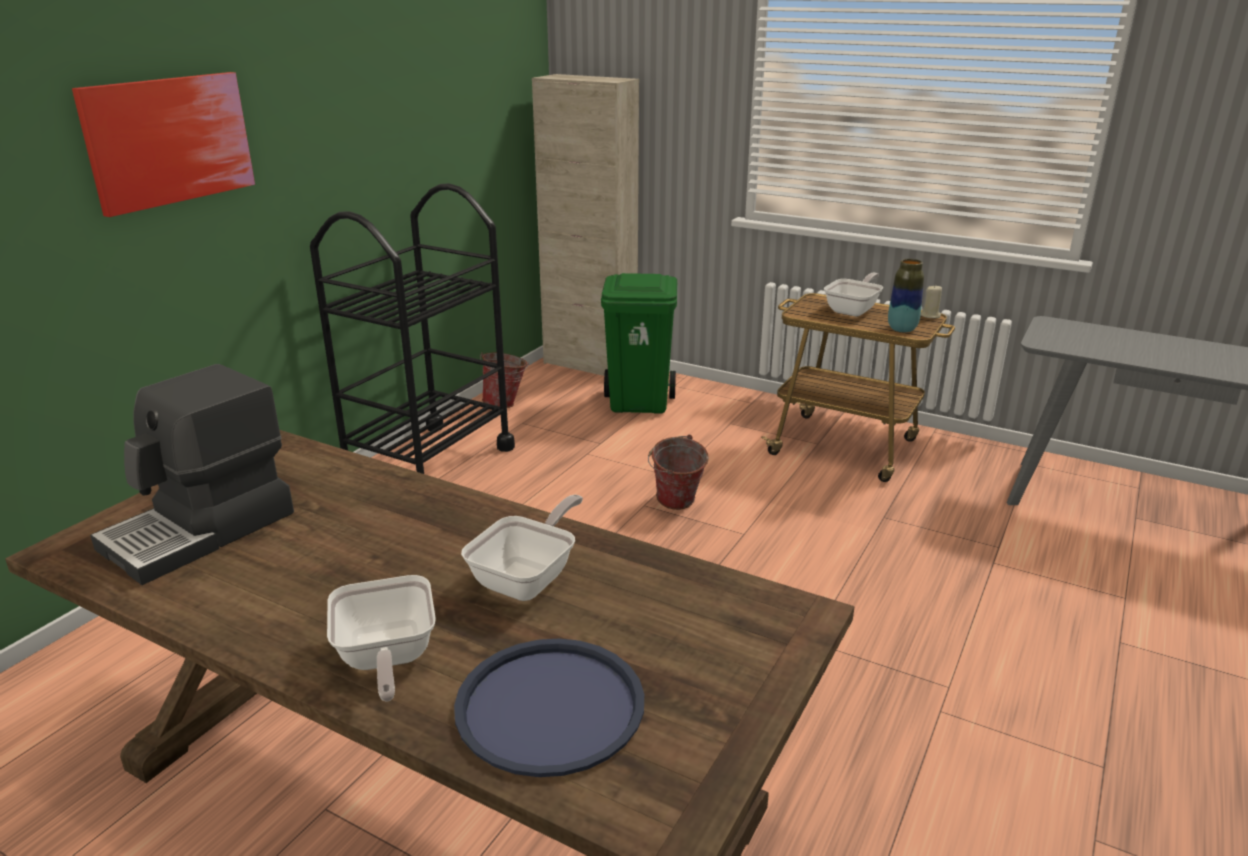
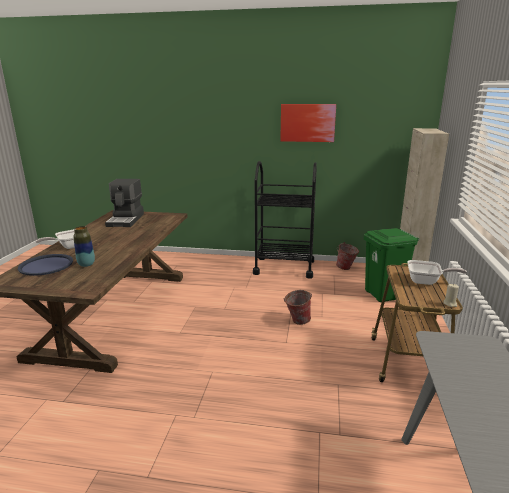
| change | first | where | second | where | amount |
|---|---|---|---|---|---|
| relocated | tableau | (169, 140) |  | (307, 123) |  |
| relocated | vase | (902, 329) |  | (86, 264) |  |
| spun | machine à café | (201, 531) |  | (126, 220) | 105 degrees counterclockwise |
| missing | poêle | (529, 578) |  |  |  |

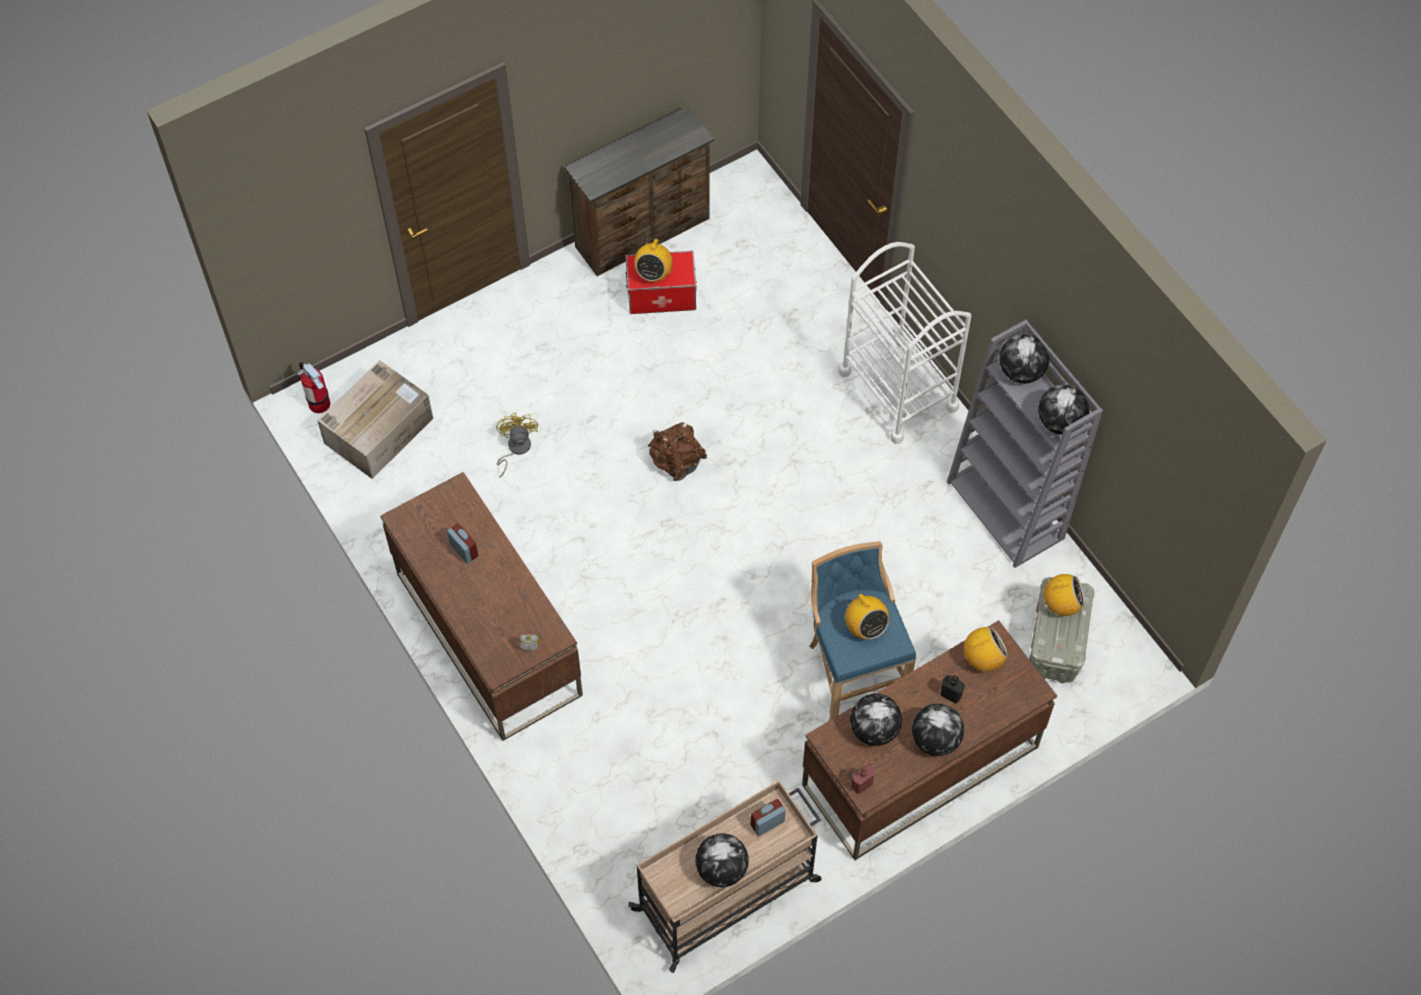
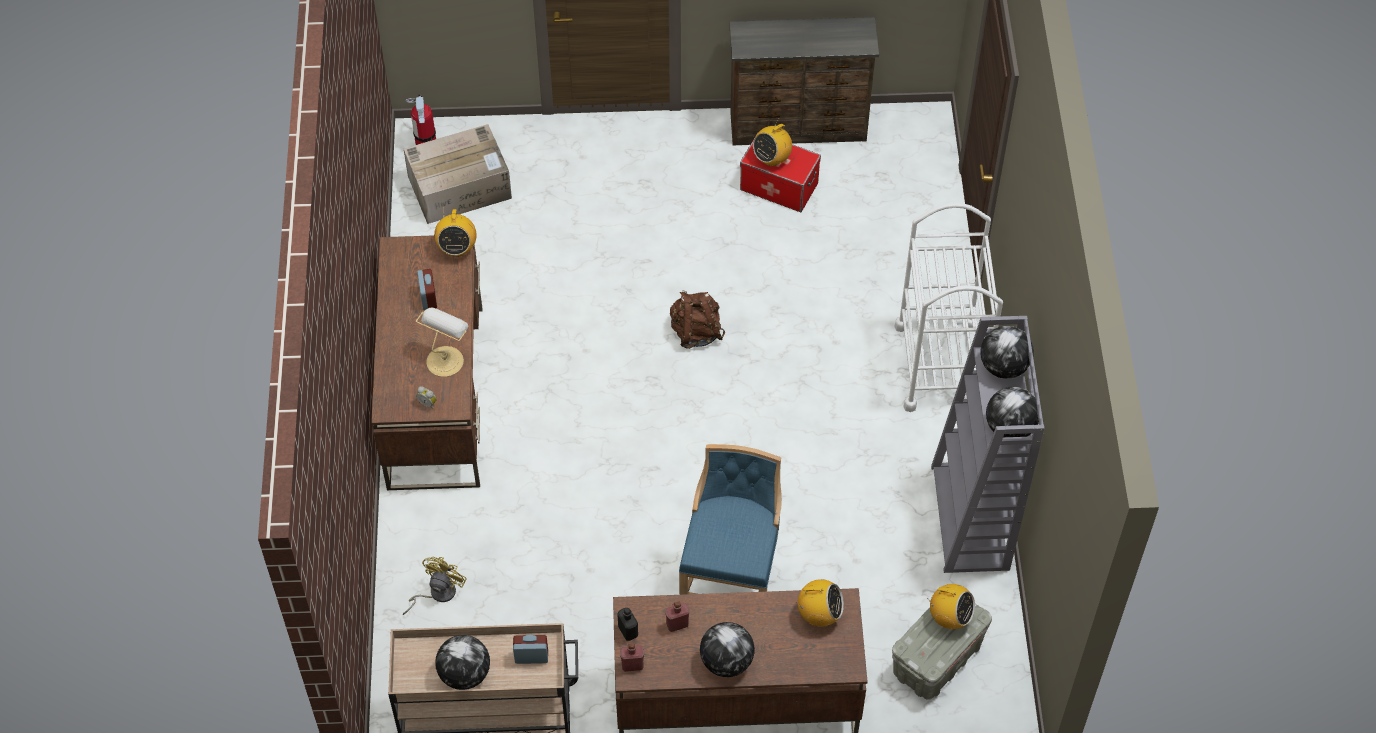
| change | first | where | second | where | amount |
|---|---|---|---|---|---|
| relocated | ventilateur/jaune | (515, 449) |  | (437, 593) |  |
| relocated | radio | (865, 627) |  | (457, 248) |  |
| relocated | bouteille/noir | (950, 695) |  | (628, 631) |  |
| exchanged | globe | (874, 729) | bouteille/rouge | (677, 624) |  |
| appeared |  |  | lampe de table | (446, 359) |  |

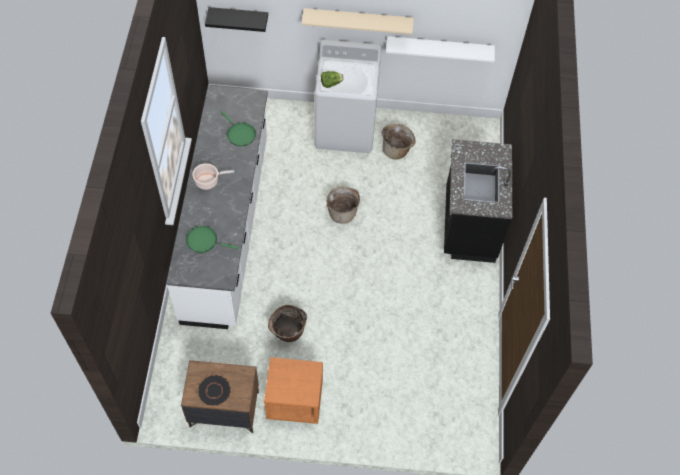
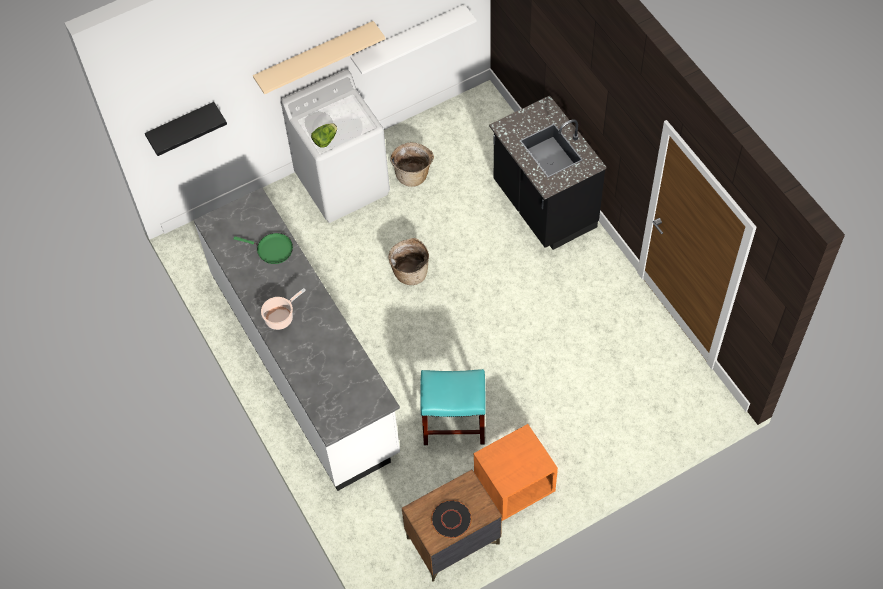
| change | first | where | second | where | amount |
|---|---|---|---|---|---|
| missing | poêle/vert | (204, 241) |  |  |  |
| exchanged | panier | (288, 332) | tabouret/turquoise | (453, 425) |  |

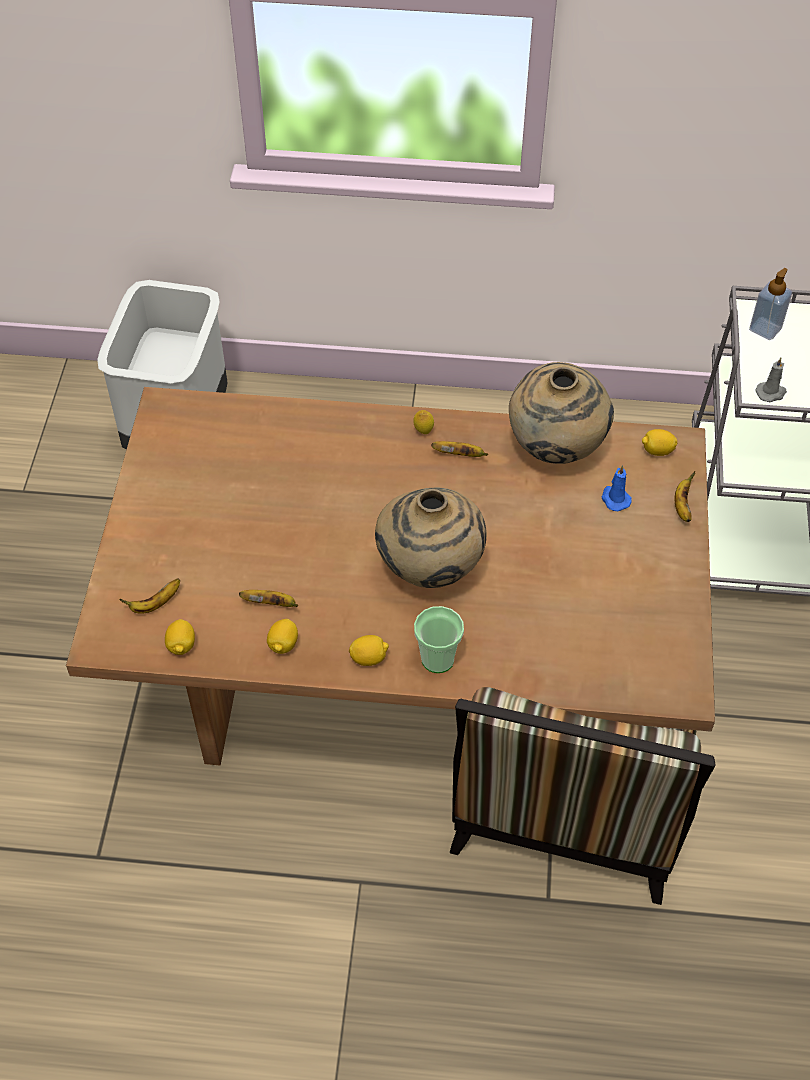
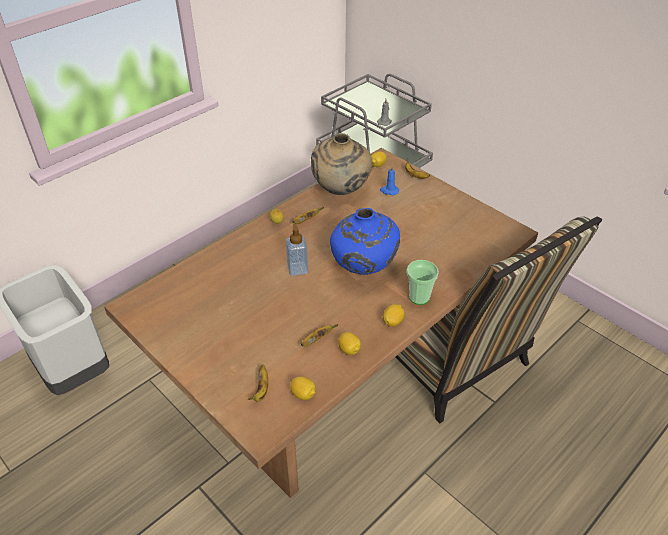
| change | first | where | second | where | amount |
|---|---|---|---|---|---|
| relocated | distributeur de savon | (765, 329) |  | (297, 269) |  |
| colour | vase/beige | (429, 571) | vase/bleu | (363, 269) |  |

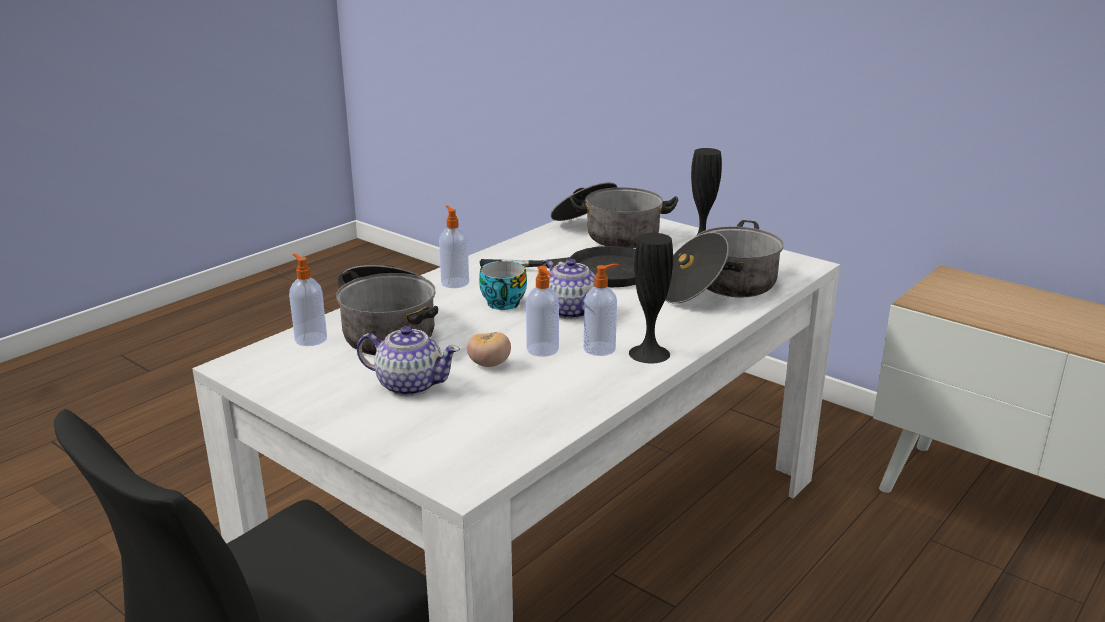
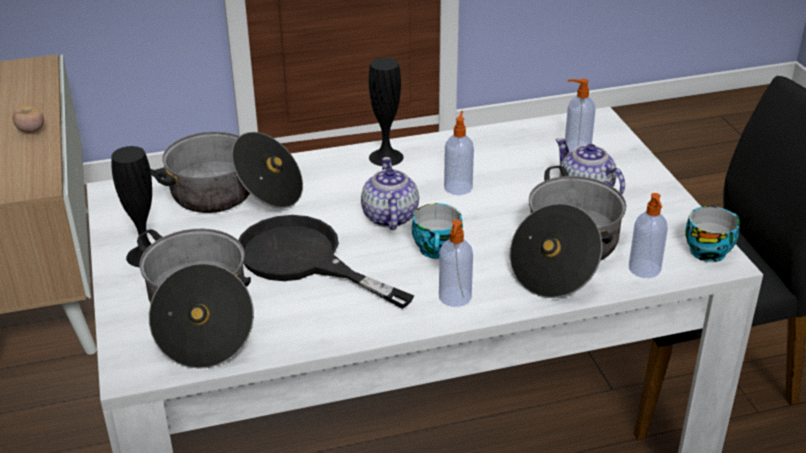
| change | first | where | second | where | amount |
|---|---|---|---|---|---|
| relocated | distributeur de savon | (600, 348) |  | (576, 147) |  |
| relocated | tomate | (489, 364) |  | (31, 130) |  |
| appeared |  |  | tasse | (708, 250) |  |

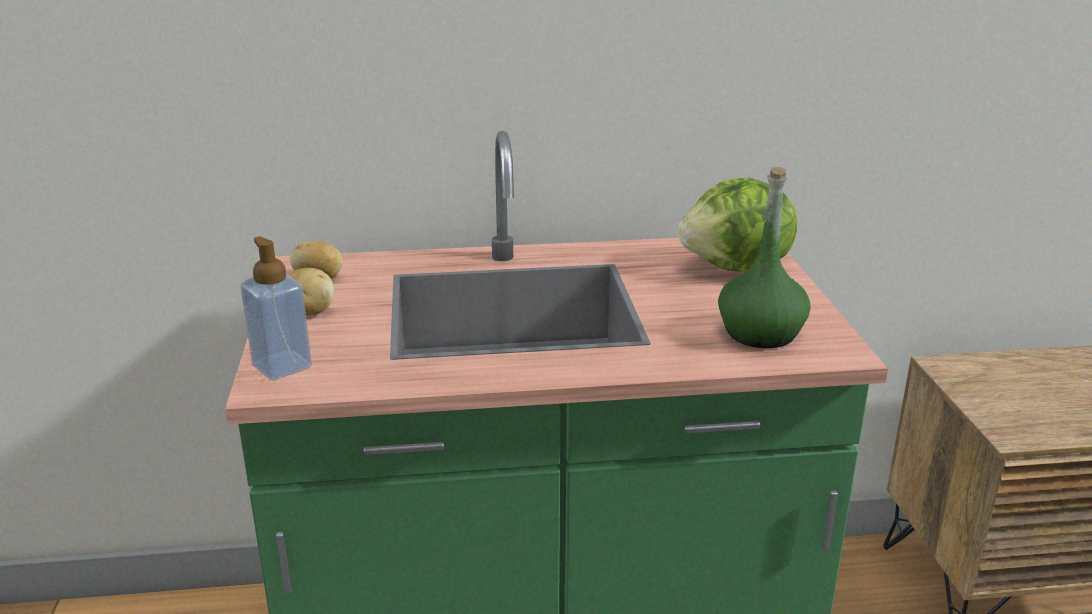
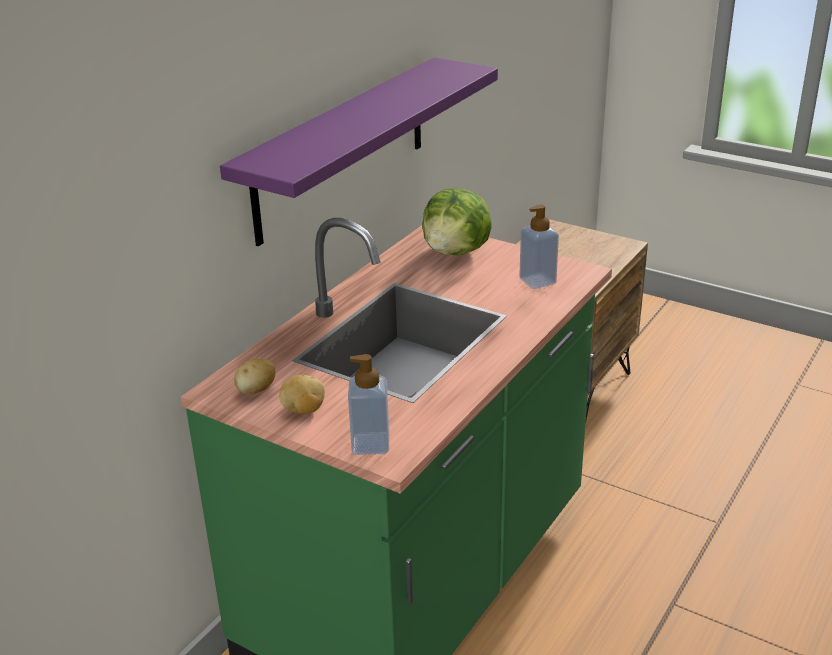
| change | first | where | second | where | amount |
|---|---|---|---|---|---|
| exchanged | bouteille/vert | (761, 333) | distributeur de savon | (537, 281) |  |
| appeared |  |  | étagère/violet | (342, 149) |  |

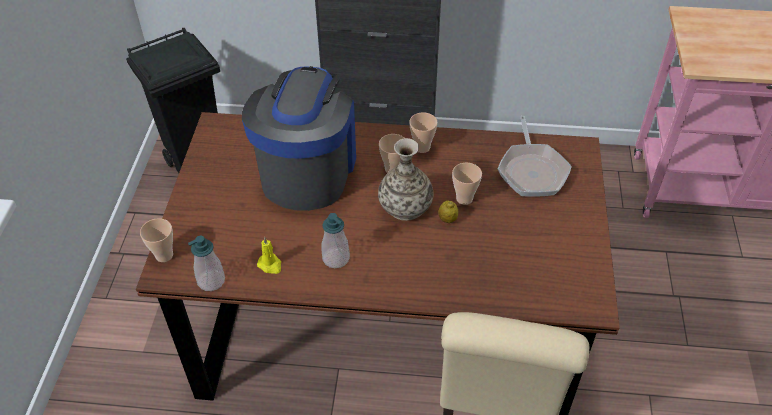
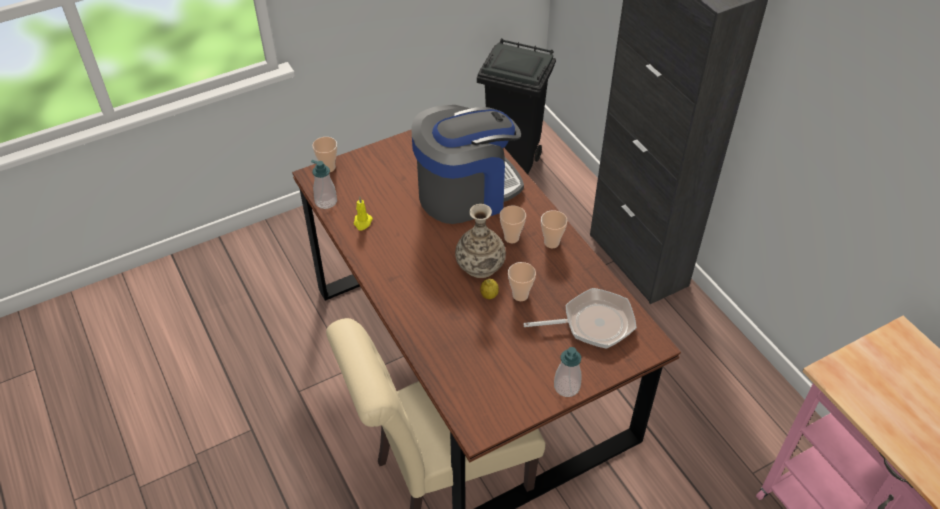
| change | first | where | second | where | amount |
|---|---|---|---|---|---|
| spun | poêle | (532, 170) |  | (592, 323) | 150 degrees counterclockwise |
| relocated | distributeur de savon | (336, 258) |  | (566, 386) |  |

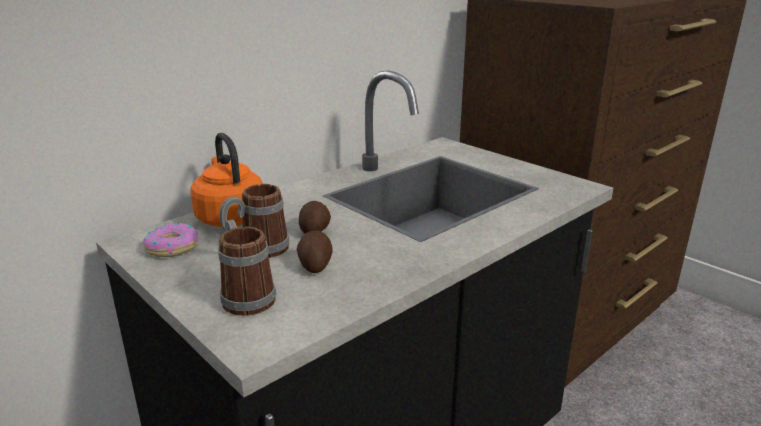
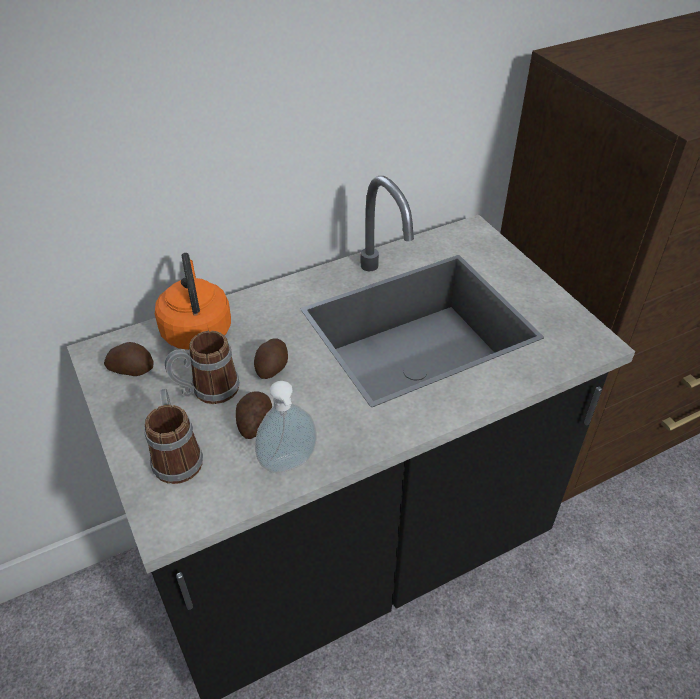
| change | first | where | second | where | amount |
|---|---|---|---|---|---|
| exchanged | beignet | (172, 247) | pomme de terre | (131, 369) |  |
| appeared |  |  | distributeur de savon | (289, 465) |  |

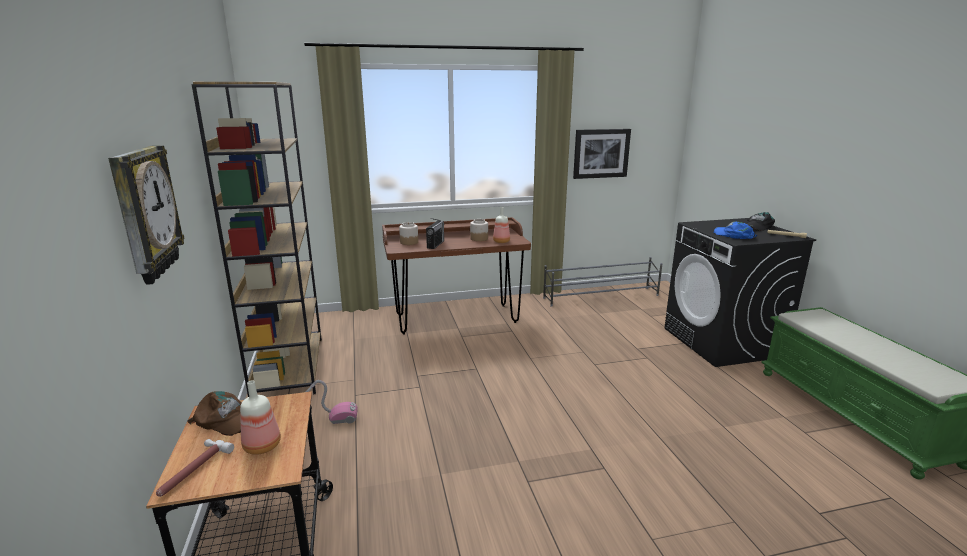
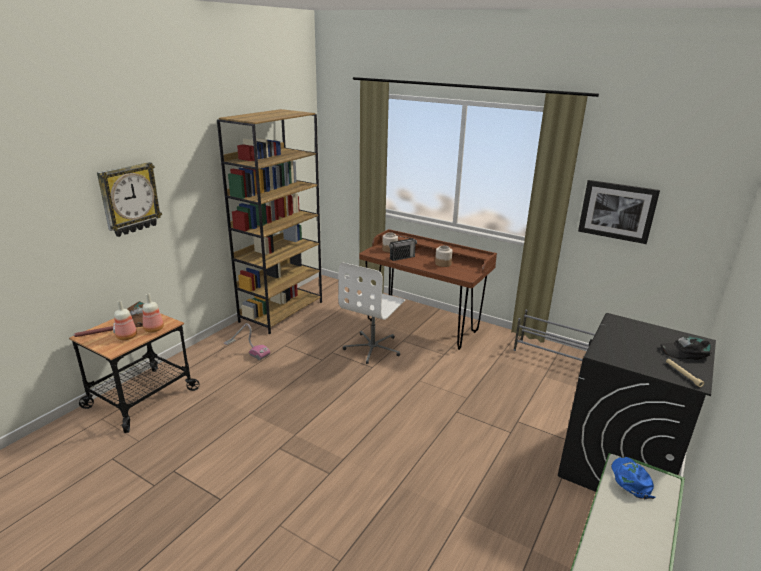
| change | first | where | second | where | amount |
|---|---|---|---|---|---|
| relocated | bouteille | (502, 242) |  | (154, 329) |  |
| relocated | casquette/bleu | (734, 235) |  | (631, 479) |  |
| appeared |  |  | chaise de bureau/blanc | (373, 348) |  |

